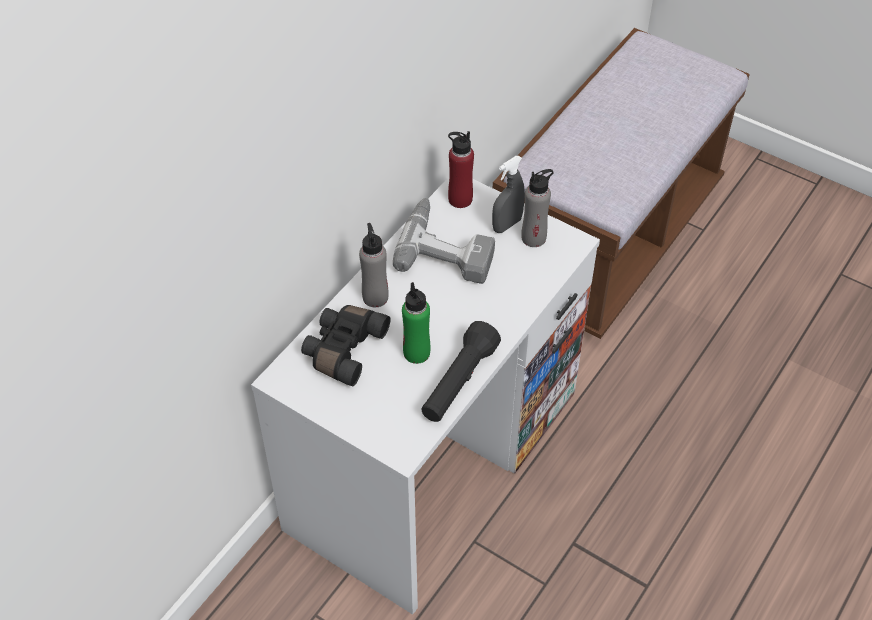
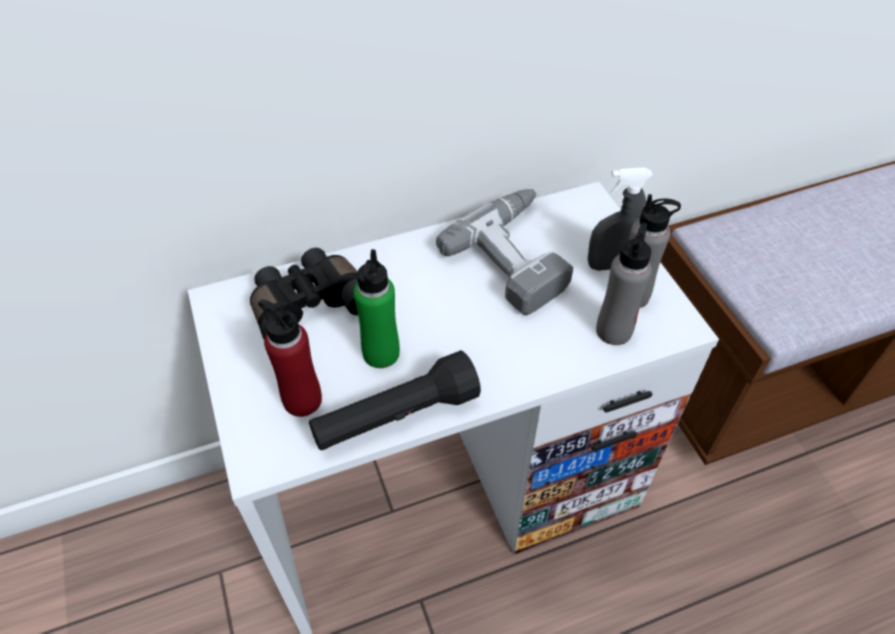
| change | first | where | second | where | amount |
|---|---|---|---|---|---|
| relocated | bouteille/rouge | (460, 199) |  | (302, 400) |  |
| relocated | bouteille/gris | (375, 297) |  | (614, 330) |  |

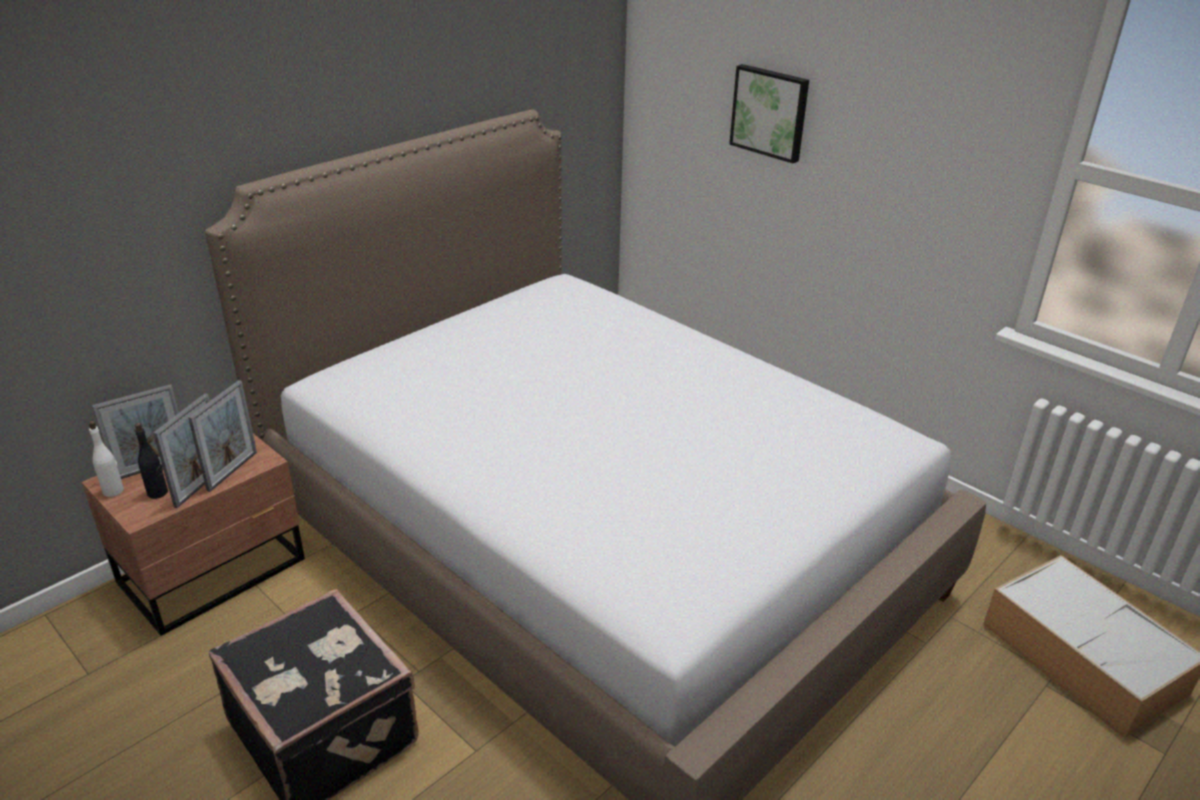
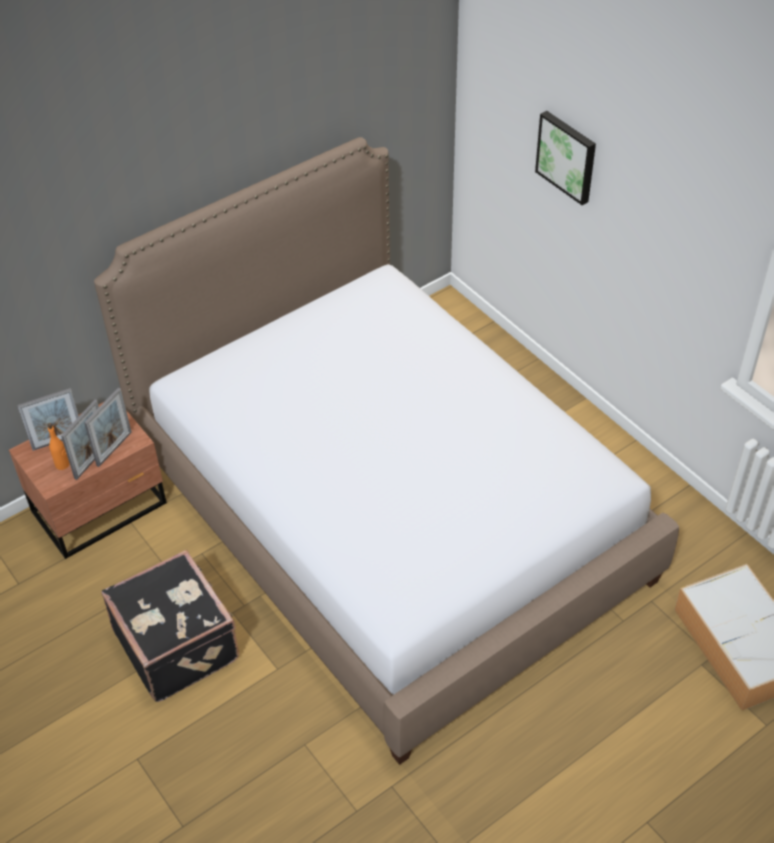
| change | first | where | second | where | amount |
|---|---|---|---|---|---|
| missing | bouteille/blanc | (113, 491) |  |  |  |
| colour | bouteille/noir | (158, 493) | bouteille/orange | (62, 465) |  |

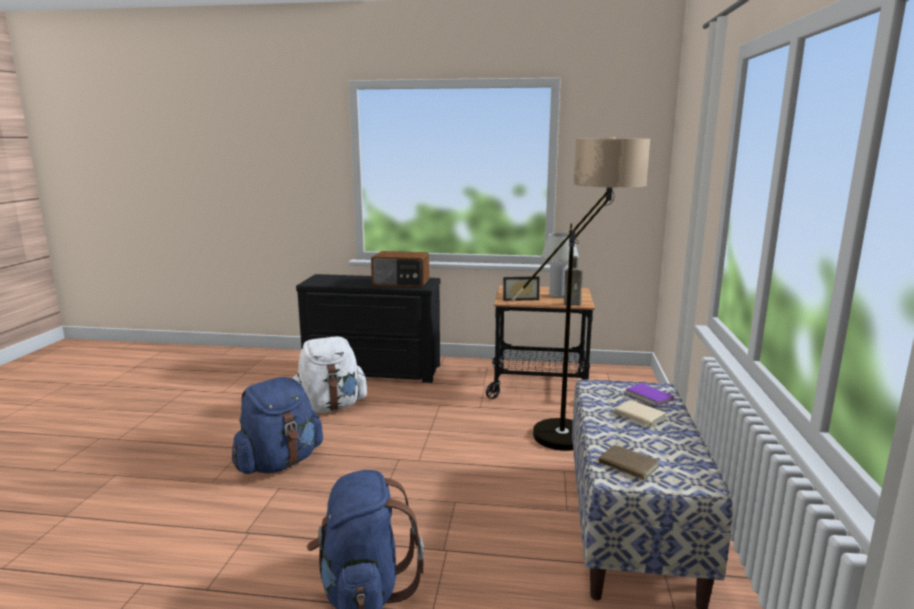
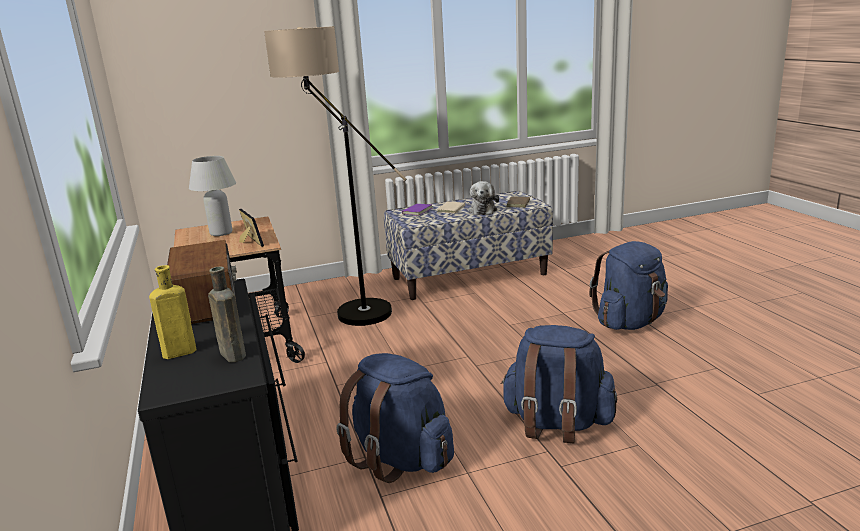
| change | first | where | second | where | amount |
|---|---|---|---|---|---|
| relocated | bouteille/marron | (573, 304) |  | (232, 354) |  |
| colour | sac à dos/blanc | (330, 407) | sac à dos/bleu | (400, 458) |  |
| appeared |  |  | peluche | (483, 210) |  |
| appeared |  |  | bouteille/jaune | (177, 353) |  |

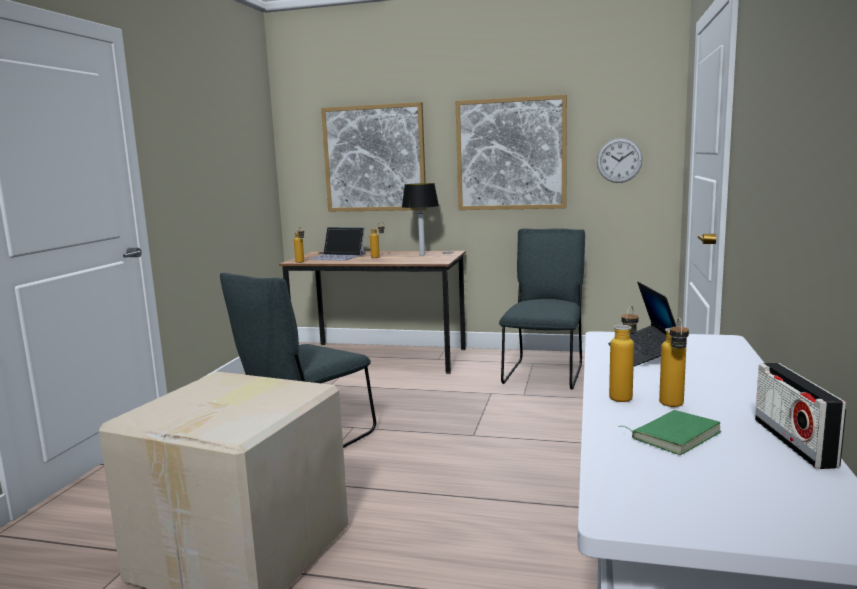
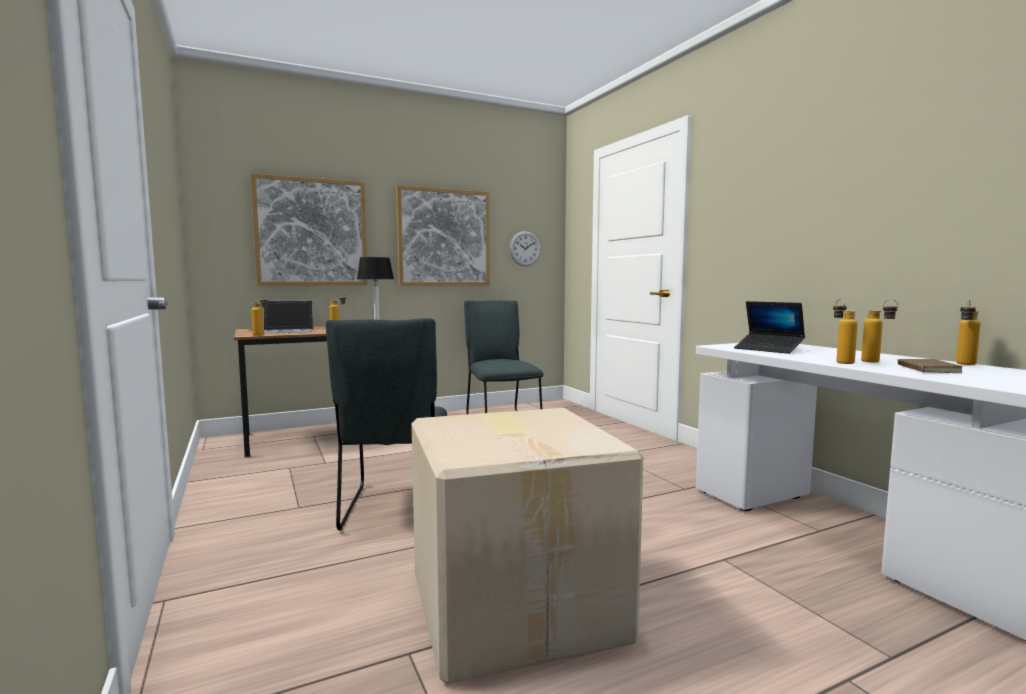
| change | first | where | second | where | amount |
|---|---|---|---|---|---|
| exchanged | radio | (793, 442) | bouteille | (964, 364) |  |
| colour | livre/vert | (673, 435) | livre/marron | (925, 369) |  |

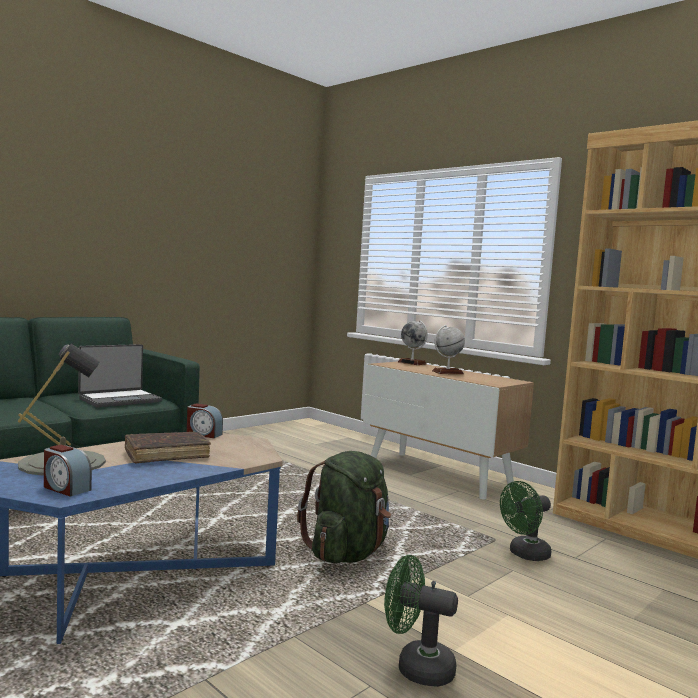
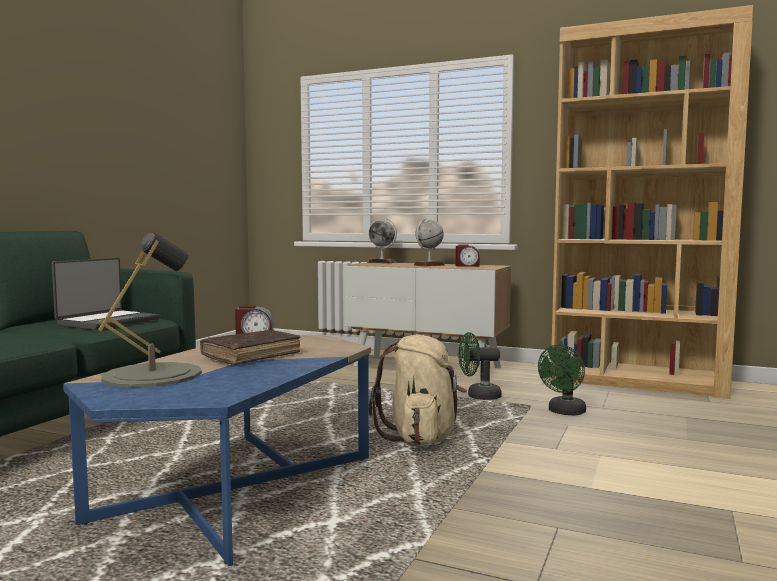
| change | first | where | second | where | amount |
|---|---|---|---|---|---|
| relocated | réveil | (66, 488) |  | (467, 266) |  |
| colour | sac à dos/vert | (347, 553) | sac à dos/beige | (421, 437) |  |
| relocated | ventilateur/vert | (416, 667) |  | (478, 396) |  |

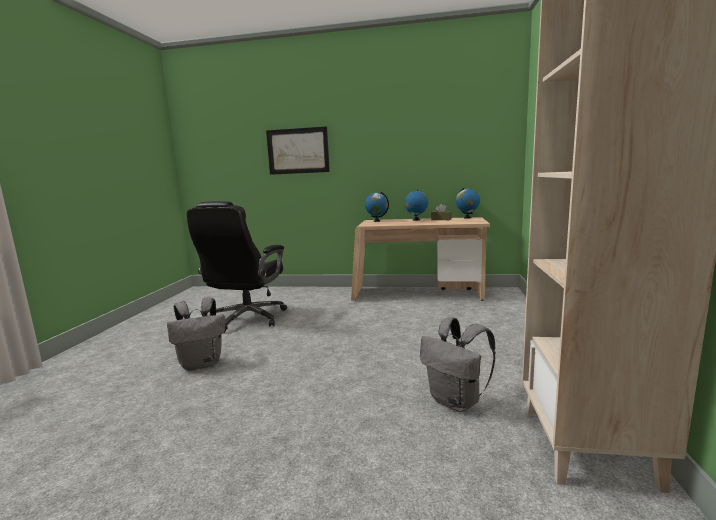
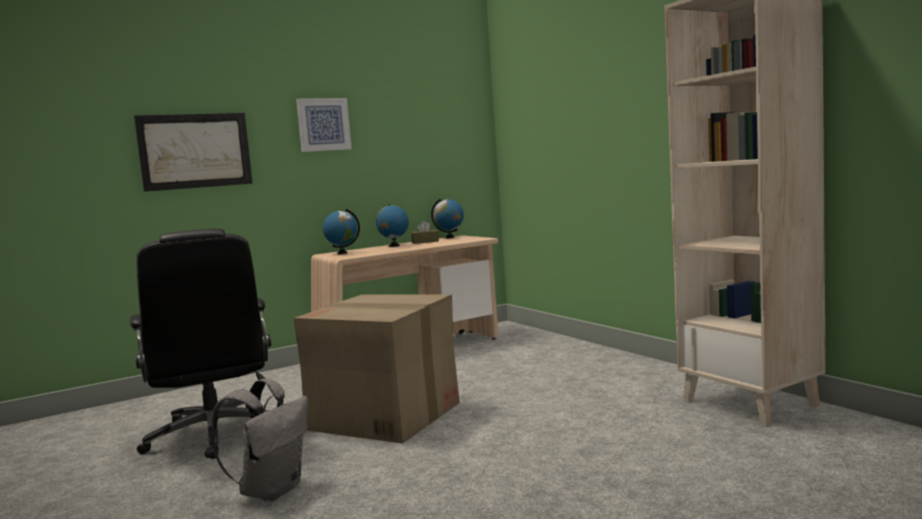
| change | first | where | second | where | amount |
|---|---|---|---|---|---|
| missing | sac à dos/gris | (456, 401) |  |  |  |
| appeared |  |  | tableau | (323, 124) |  |
| appeared |  |  | carton | (386, 416) |  |

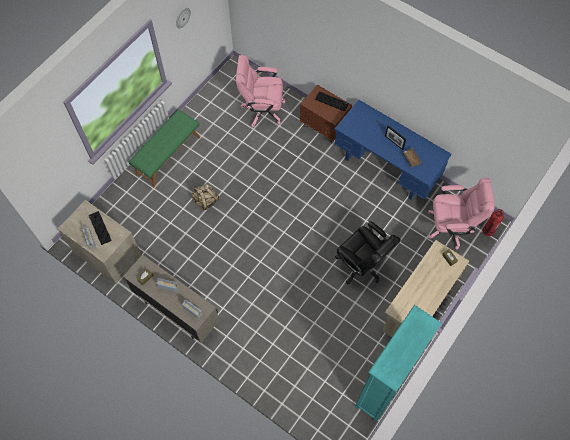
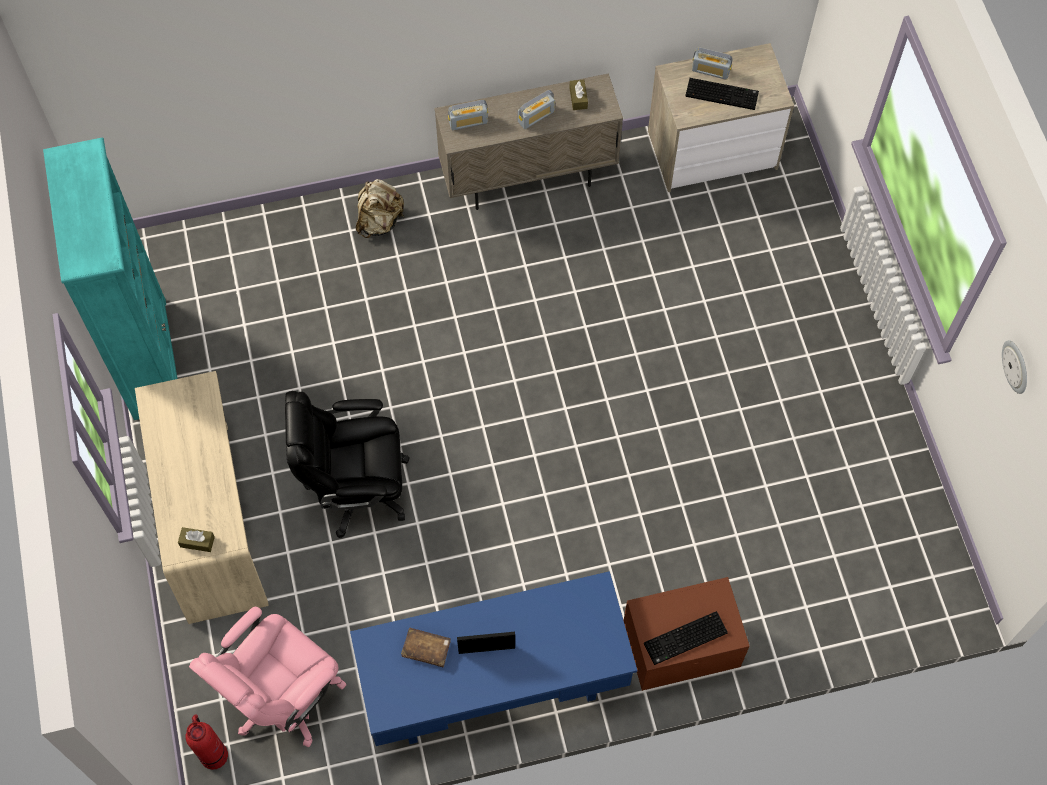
| change | first | where | second | where | amount |
|---|---|---|---|---|---|
| missing | chaise de bureau/rose | (262, 110) |  |  |  |
| missing | banc/vert | (168, 155) |  |  |  |
| relocated | sac à dos/beige | (206, 201) |  | (379, 221) |  |

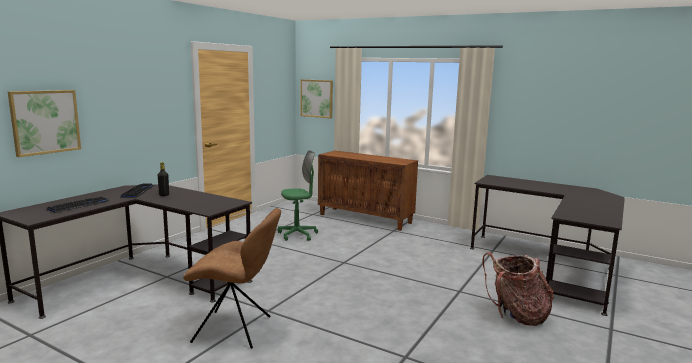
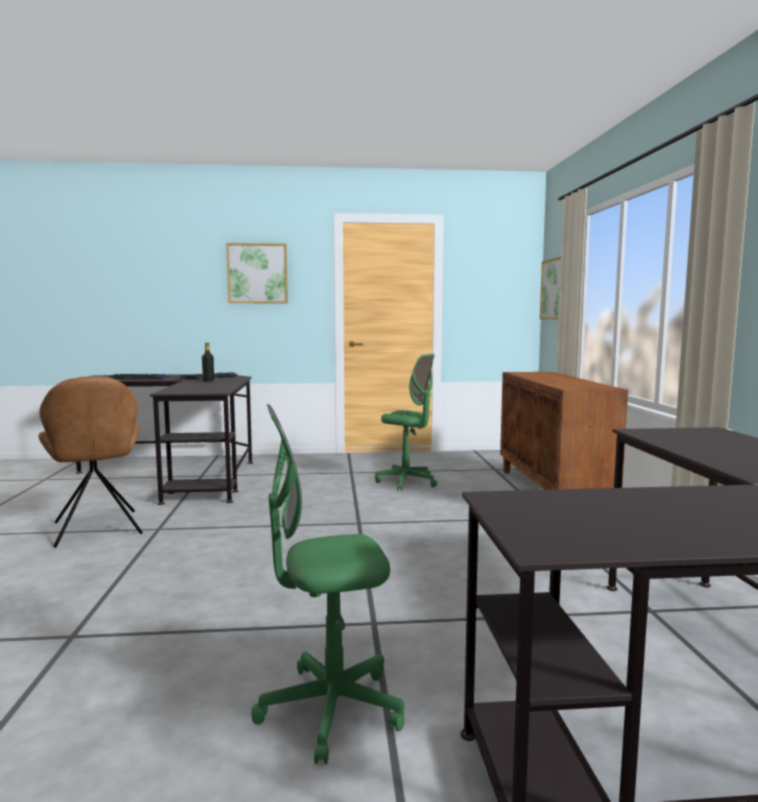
| change | first | where | second | where | amount |
|---|---|---|---|---|---|
| relocated | tableau | (45, 122) |  | (257, 273) |  |
| exchanged | sac à dos | (516, 315) | chaise de bureau/vert | (330, 709) |  |

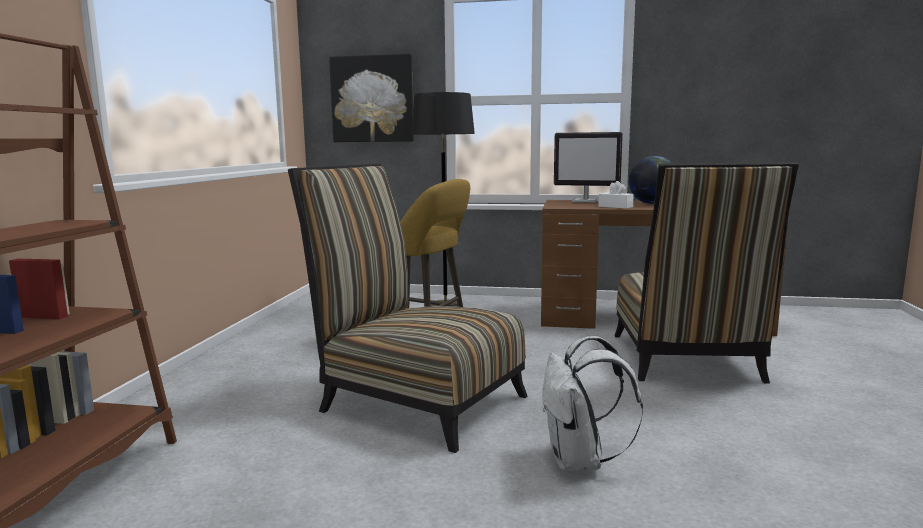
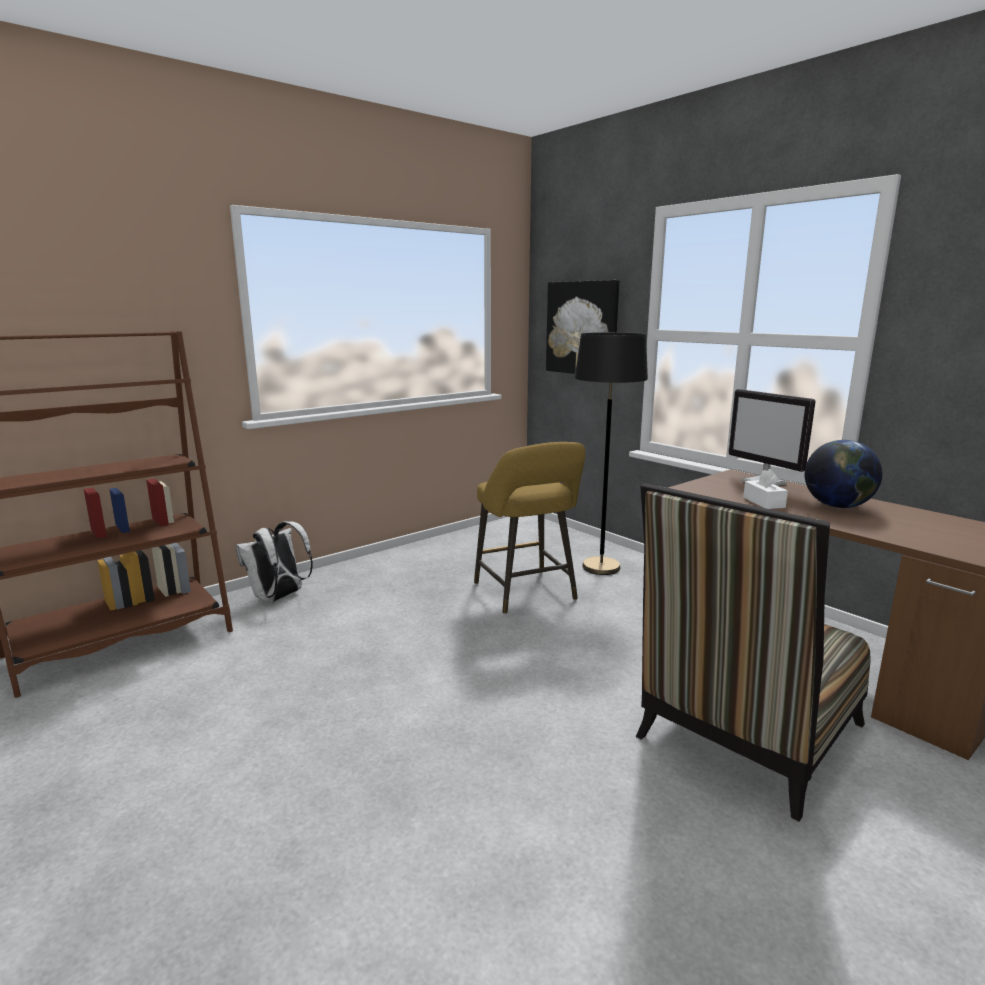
| change | first | where | second | where | amount |
|---|---|---|---|---|---|
| missing | chaise | (414, 400) |  |  |  |
| relocated | sac à dos/blanc | (579, 461) |  | (278, 598) |  |

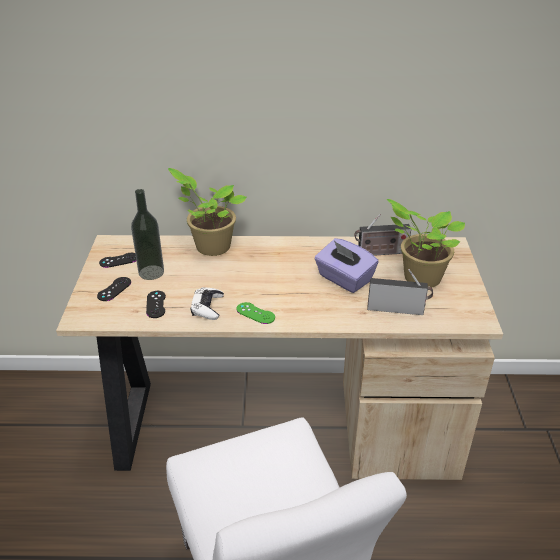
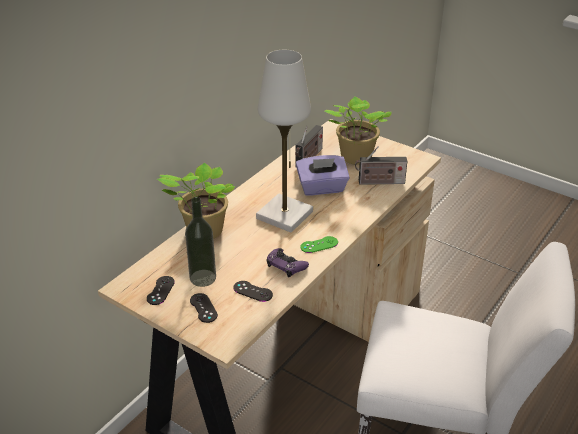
| change | first | where | second | where | amount |
|---|---|---|---|---|---|
| spun | radio | (398, 309) |  | (379, 182) | 135 degrees counterclockwise |
| colour | manette/blanc | (207, 307) | manette/violet | (286, 265) |  |
| appeared |  |  | lampe de table/blanc | (285, 215) |  |

